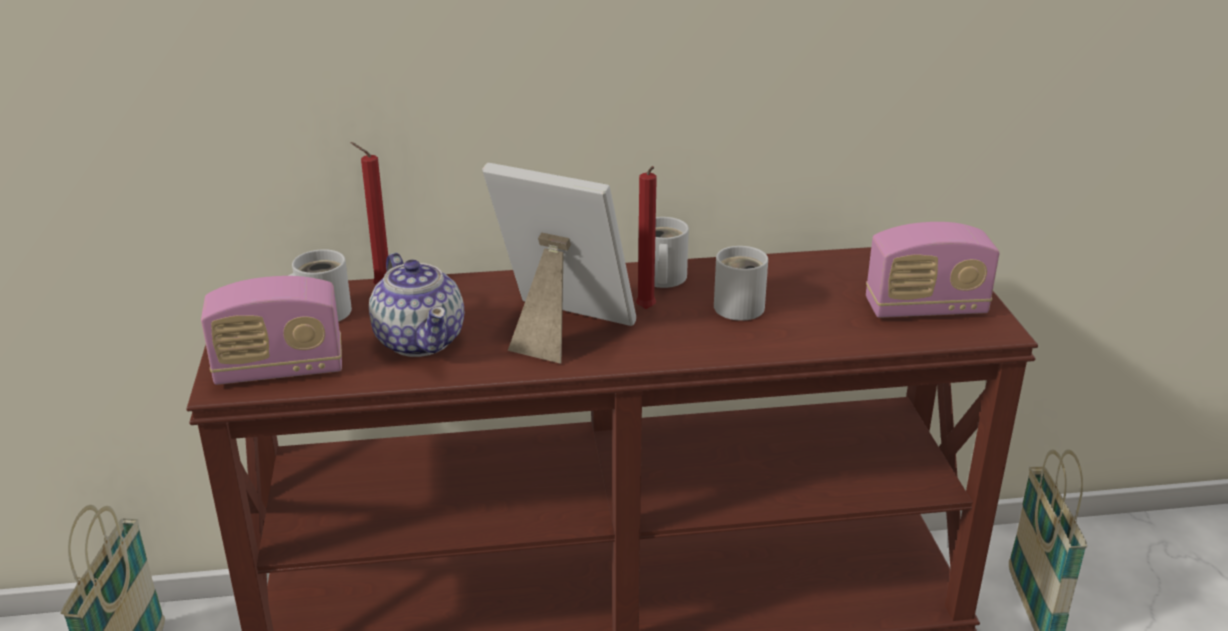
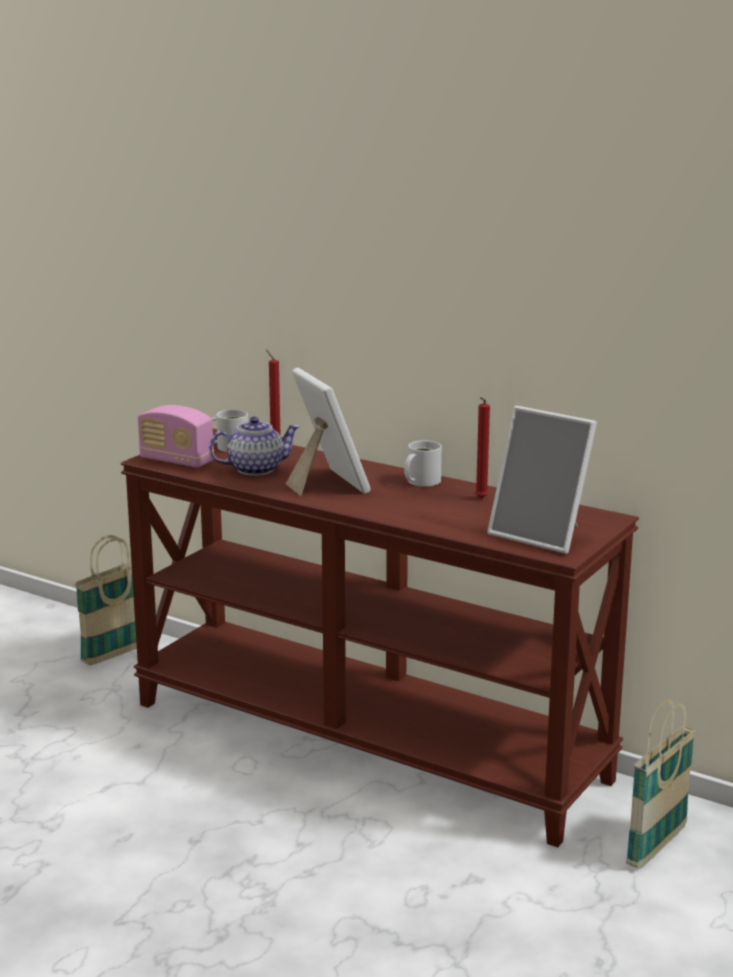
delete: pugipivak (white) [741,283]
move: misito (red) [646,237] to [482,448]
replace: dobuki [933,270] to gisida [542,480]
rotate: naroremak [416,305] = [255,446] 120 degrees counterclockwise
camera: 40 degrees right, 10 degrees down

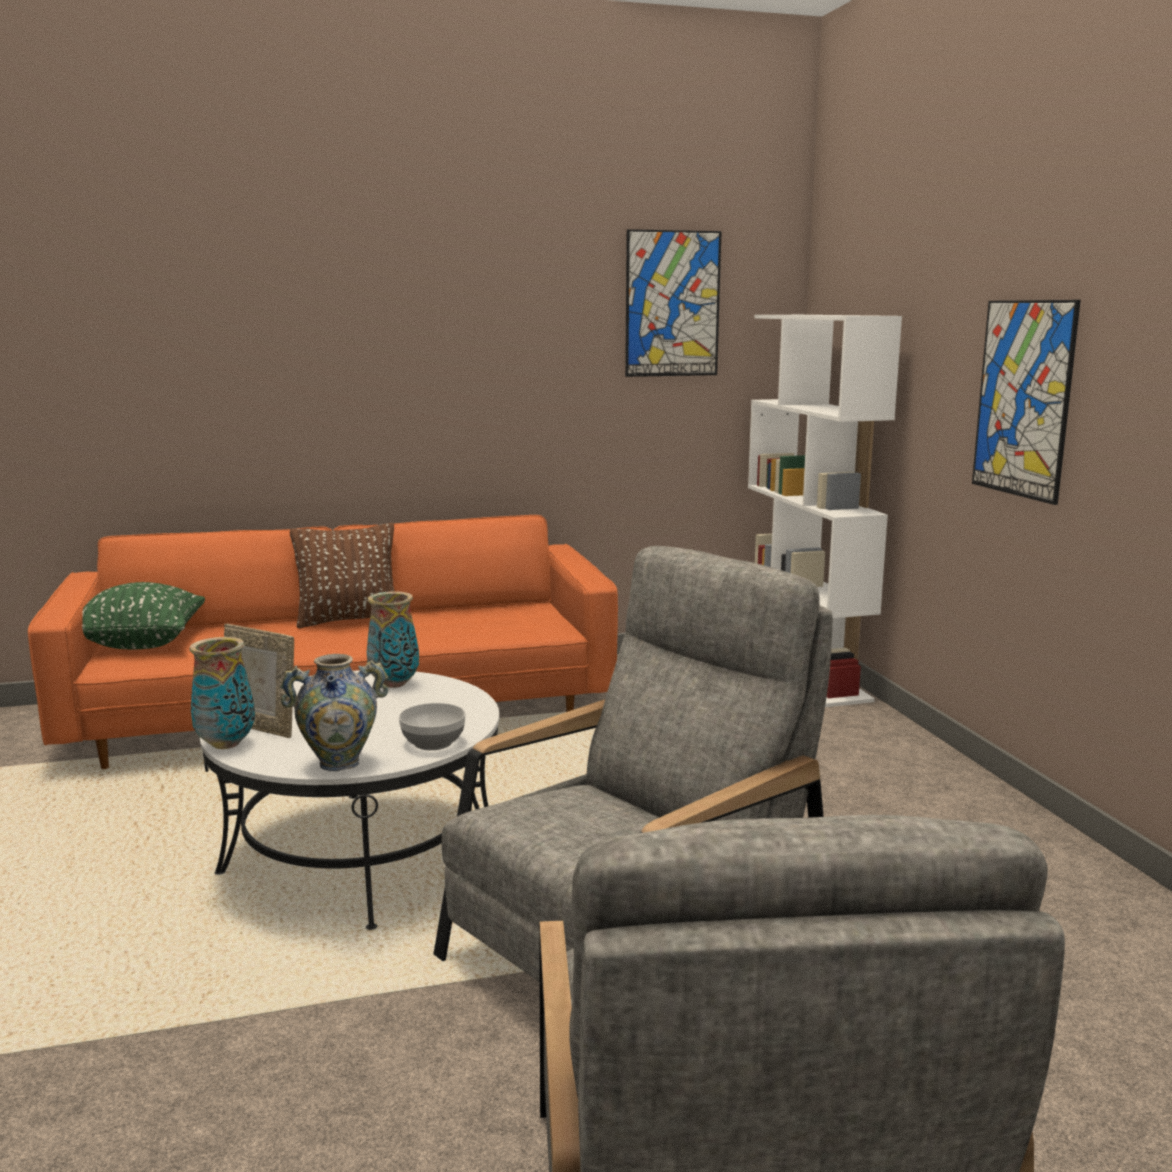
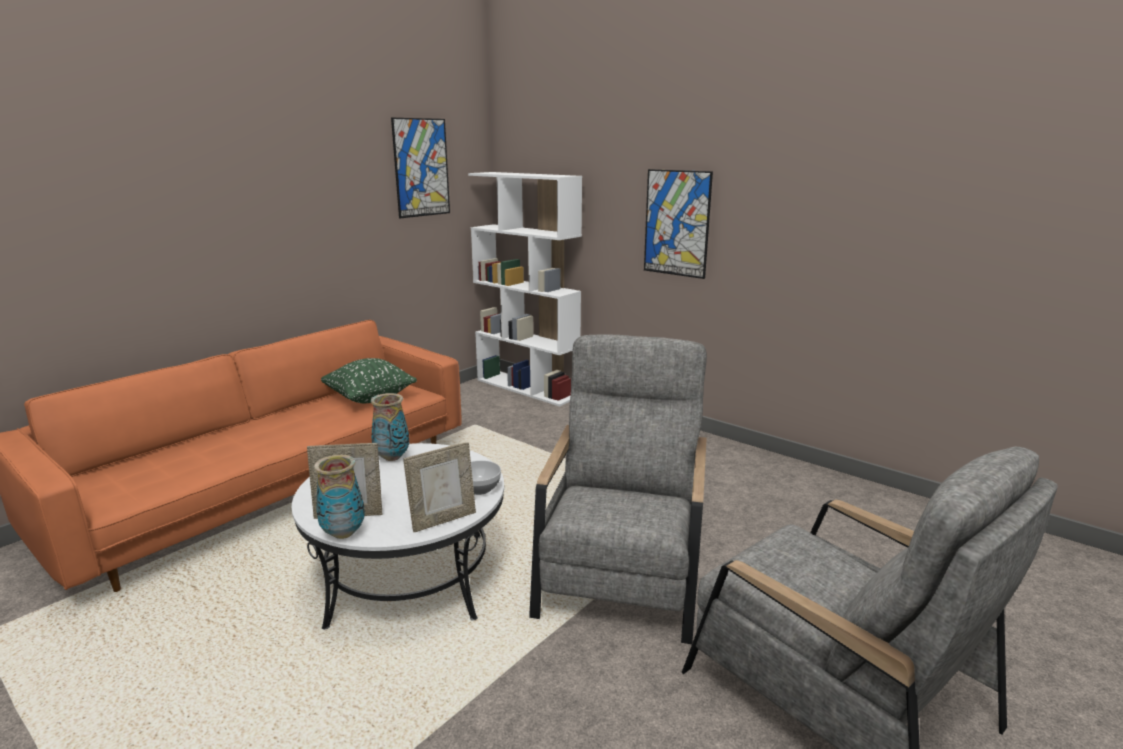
delete: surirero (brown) [342,575]
move: surirero (green) [143,615] to [369,380]
replace: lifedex [334,712] to gisida [439,487]
camera: 35 degrees left, 5 degrees up

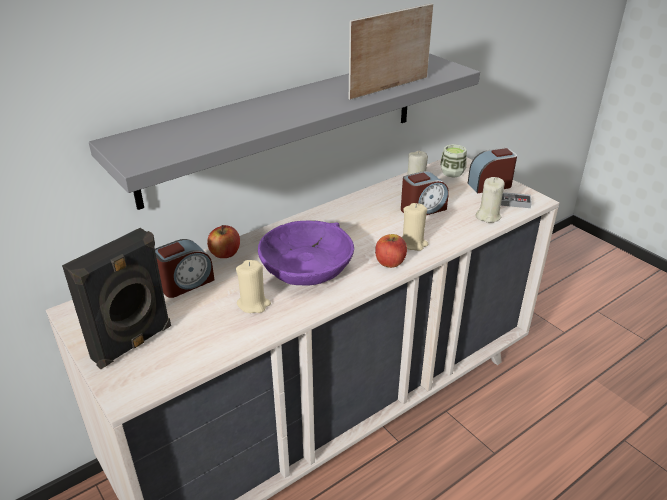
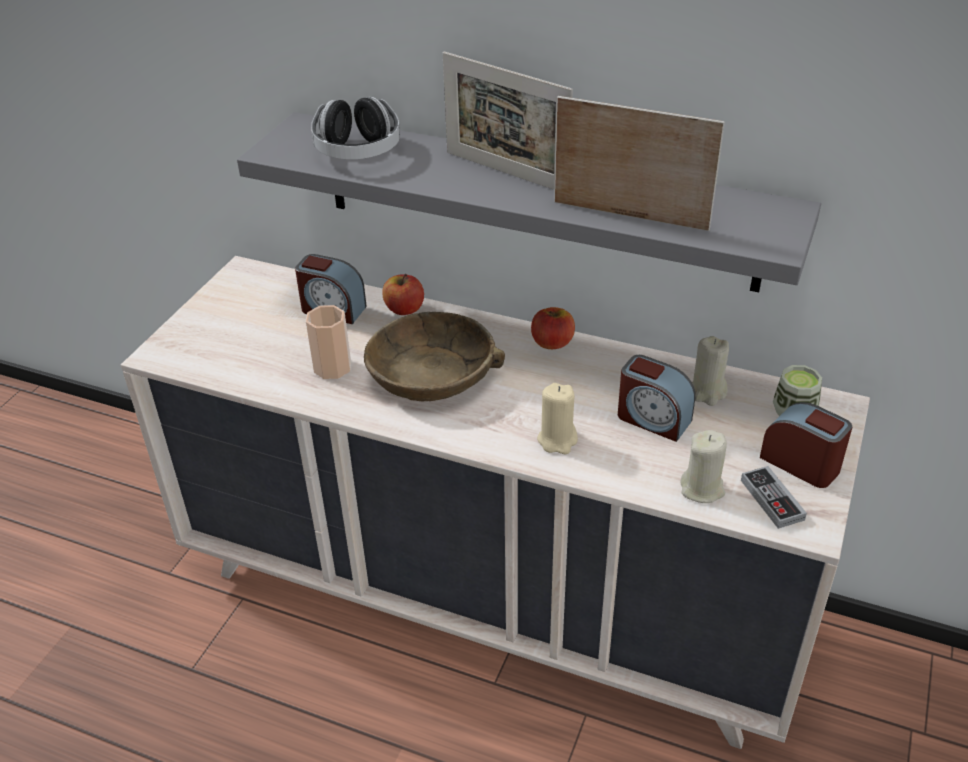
delete: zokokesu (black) [116,298]
insert: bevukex [355,127]; gisida [507,121]
move: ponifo [391,251] to [553,328]
replace: misito (beige) [253,286] to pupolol [328,342]
recolor: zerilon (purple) [306,253] to zerilon (brown) [434,356]
camera: 60 degrees right, 5 degrees up

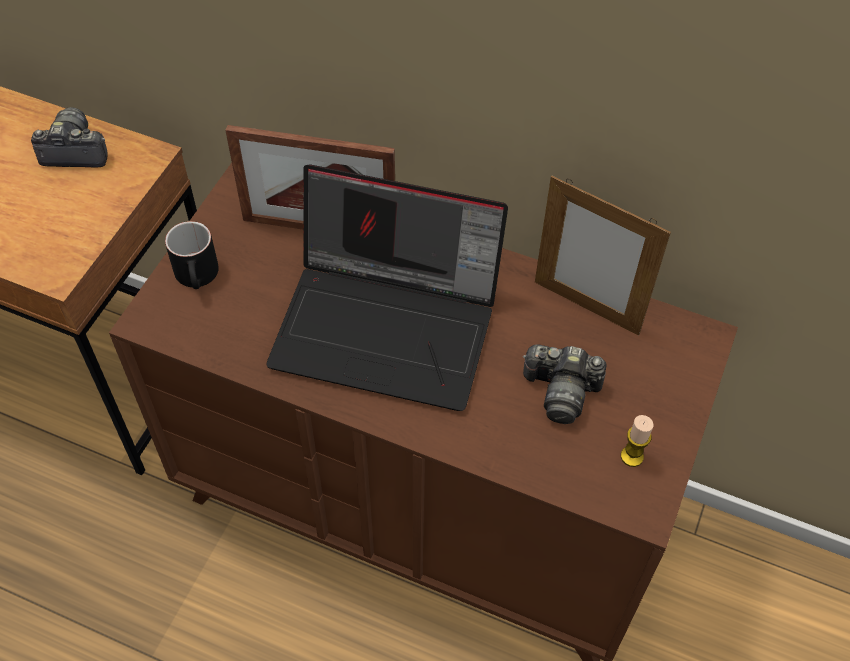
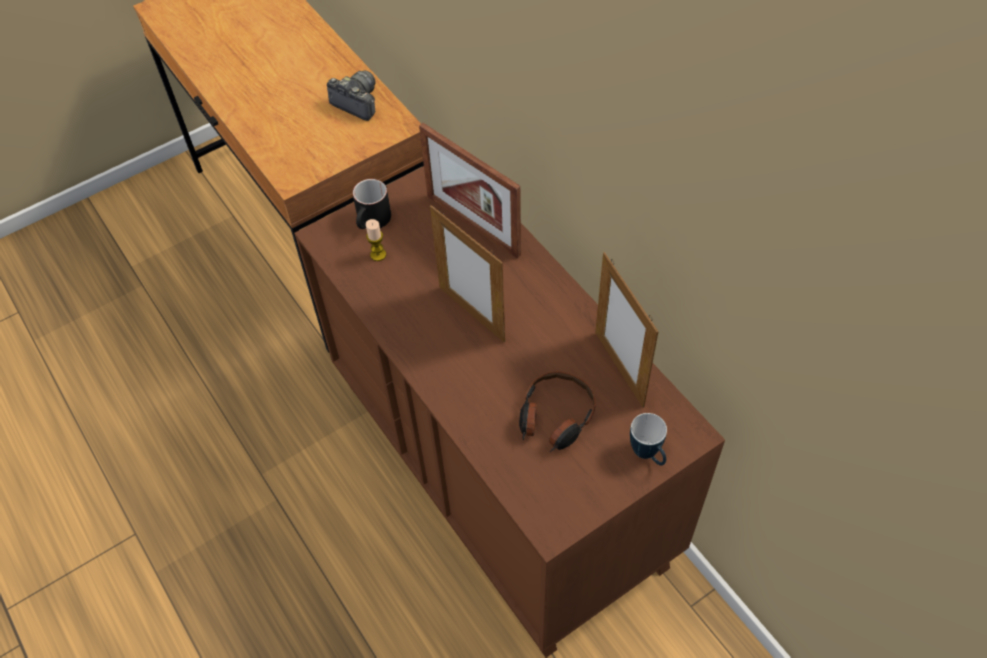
insert: pugipivak [648,439]
move: misito [637,441] to [376,240]
replace: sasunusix [387,287] to gisida [467,273]; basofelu [565,384] to bevukex [557,411]
camera: 35 degrees right, 0 degrees up

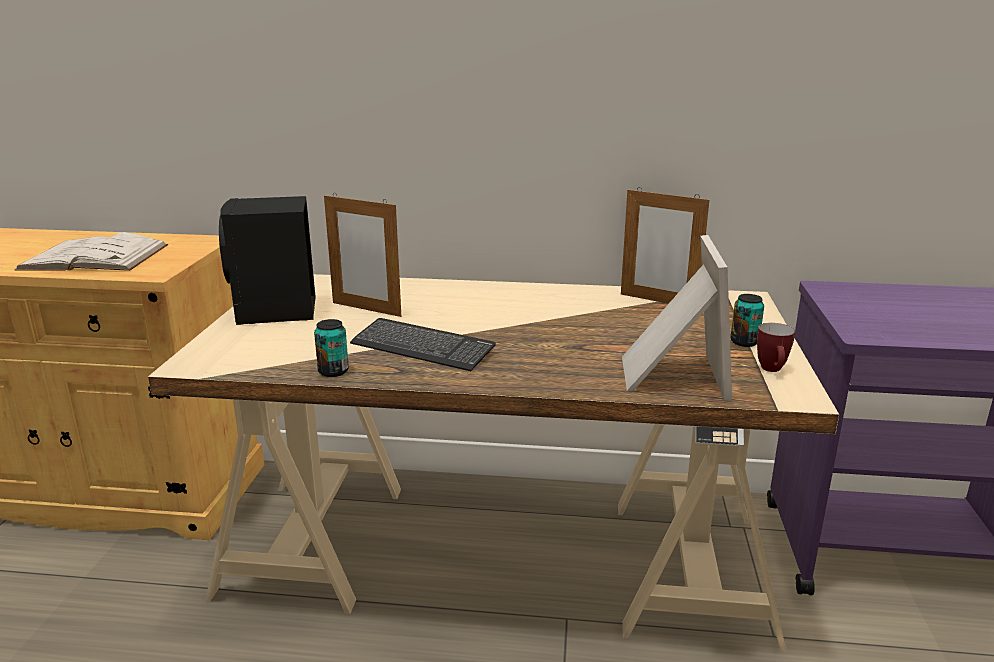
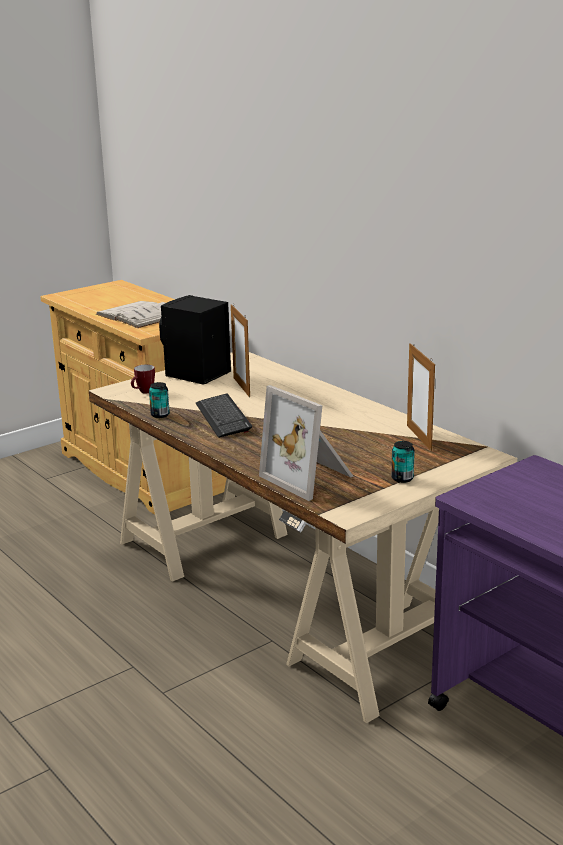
move: pugipivak [776,347] to [143,379]
rotate: gisida [677,318] = [306,443] 90 degrees clockwise
camera: 45 degrees right, 0 degrees up

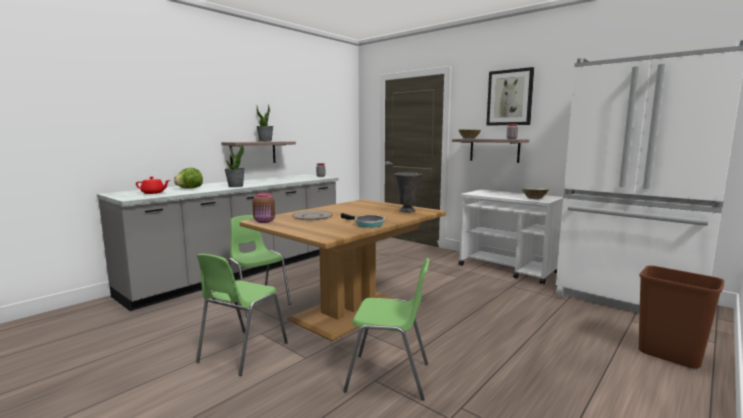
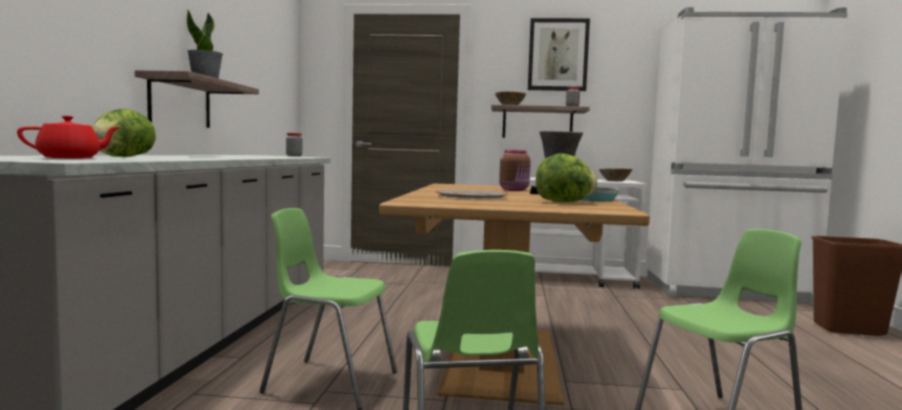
delete: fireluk [234,165]
insert: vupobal [567,177]
move: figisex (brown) [263,207] to [515,170]
camera: 35 degrees left, 5 degrees down

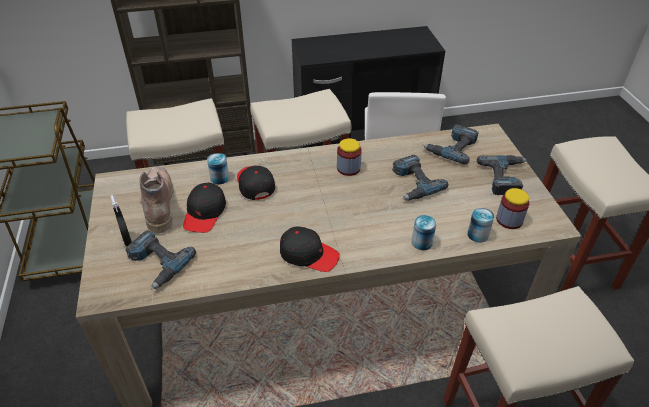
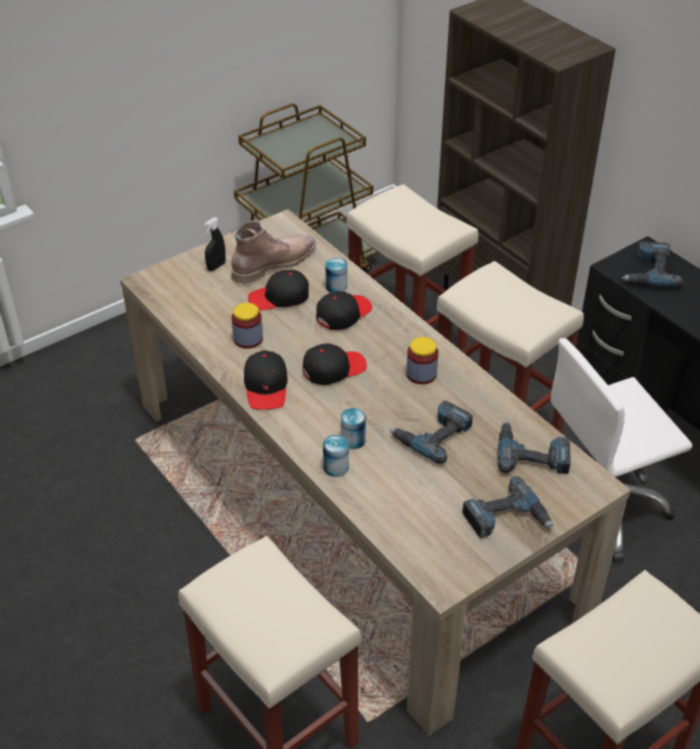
insert: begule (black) [335,364]
move: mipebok [160,259] to [652,264]; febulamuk [480,225] to [353,428]; figisex [512,208] to [247,326]
camera: 65 degrees right, 0 degrees up

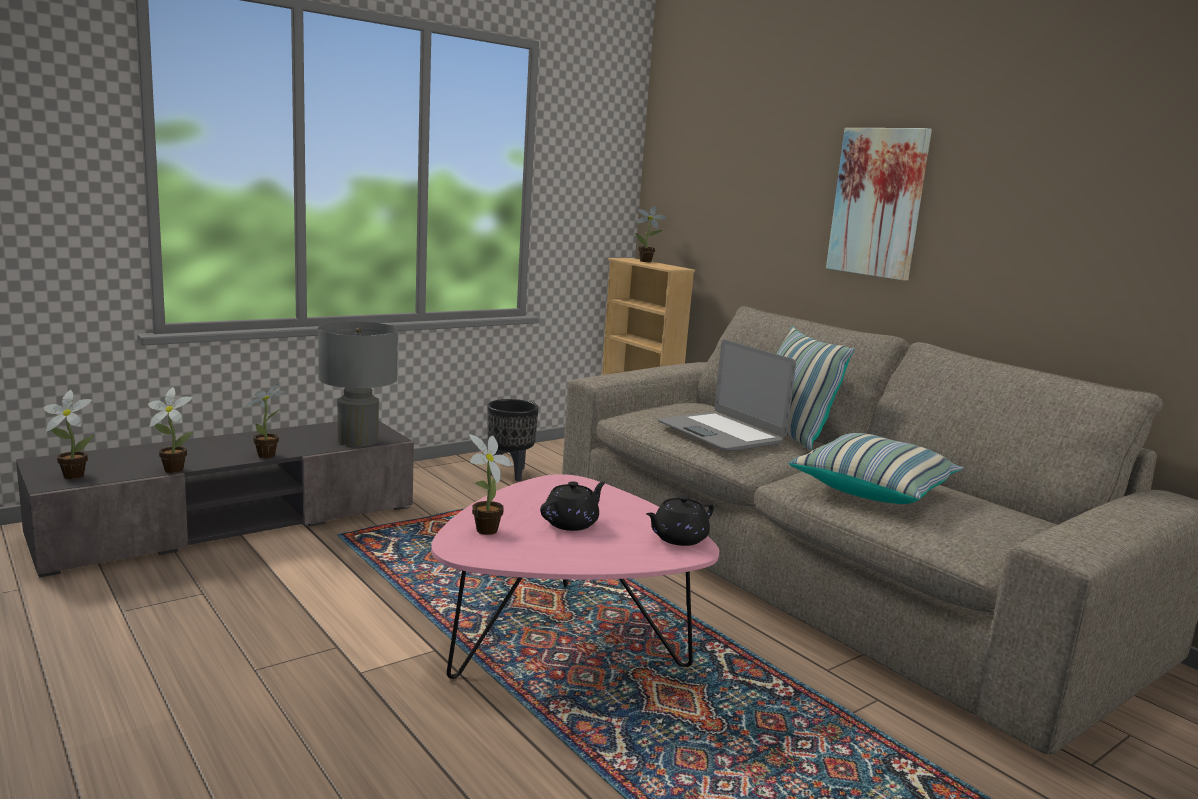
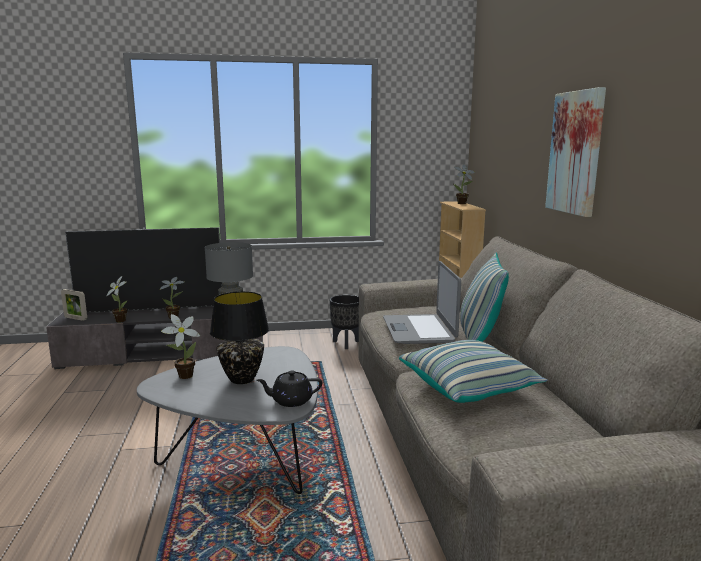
insert: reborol [143,270]
replace: fireluk [69,434] to gisida [74,305]; naroremak (black) [573,506] to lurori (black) [239,337]
recolor: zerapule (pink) [575,576] to zerapule (grey) [227,420]
camera: 30 degrees right, 0 degrees up

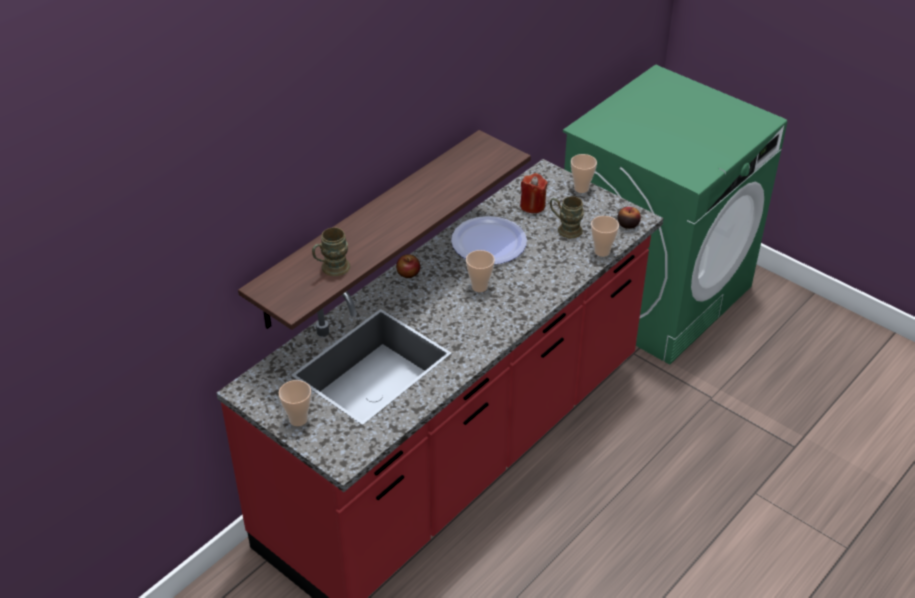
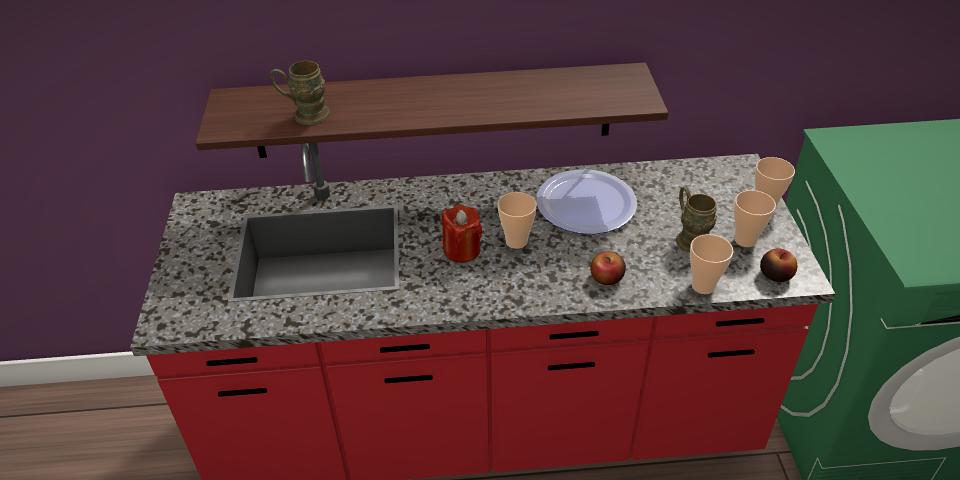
move: pupolol [295,403] to [755,218]; ponifo [408,266] to [608,268]; misito (red) [533,193] to [462,233]
camera: 45 degrees right, 0 degrees up

